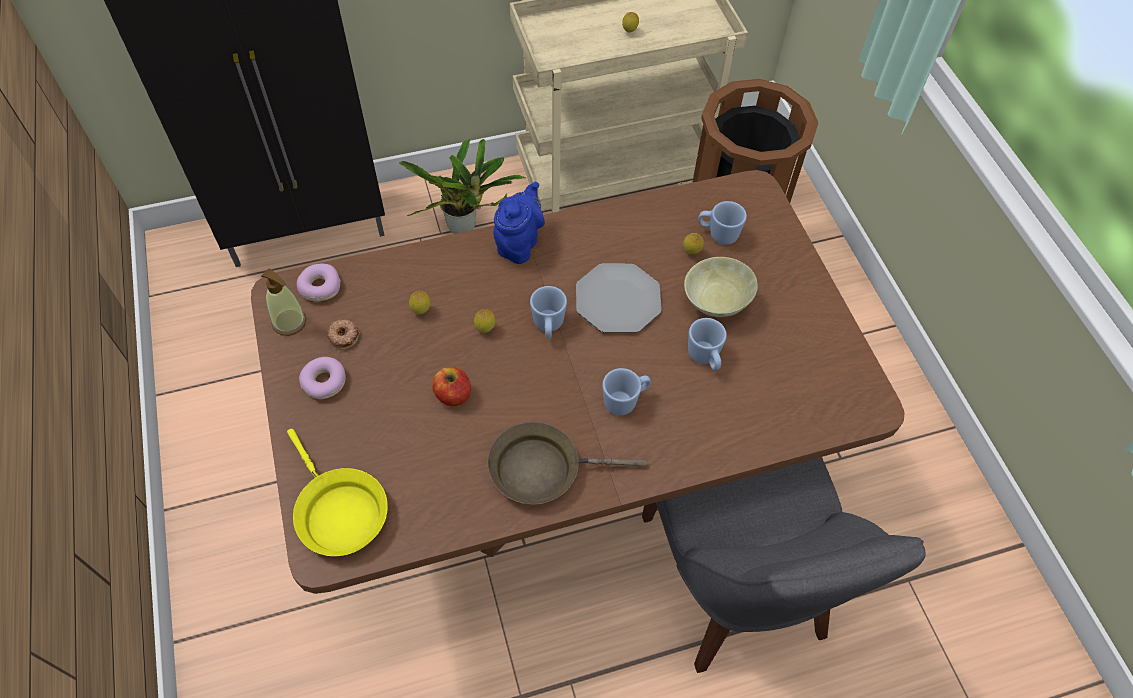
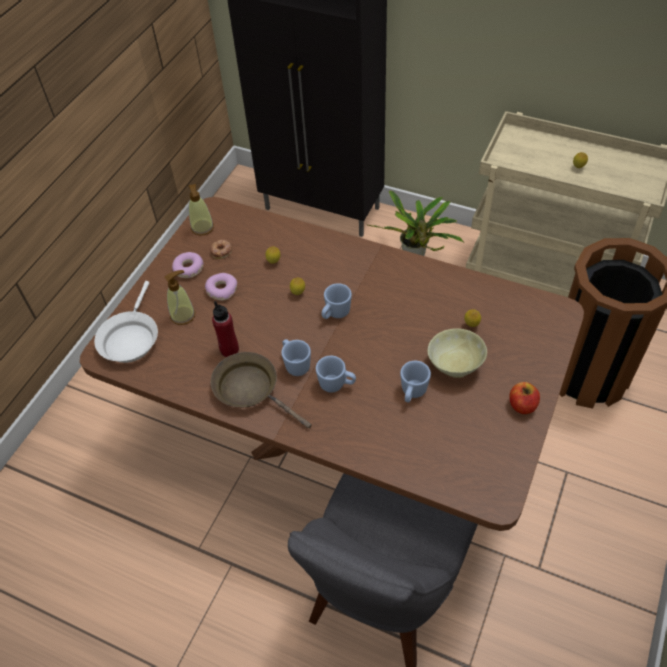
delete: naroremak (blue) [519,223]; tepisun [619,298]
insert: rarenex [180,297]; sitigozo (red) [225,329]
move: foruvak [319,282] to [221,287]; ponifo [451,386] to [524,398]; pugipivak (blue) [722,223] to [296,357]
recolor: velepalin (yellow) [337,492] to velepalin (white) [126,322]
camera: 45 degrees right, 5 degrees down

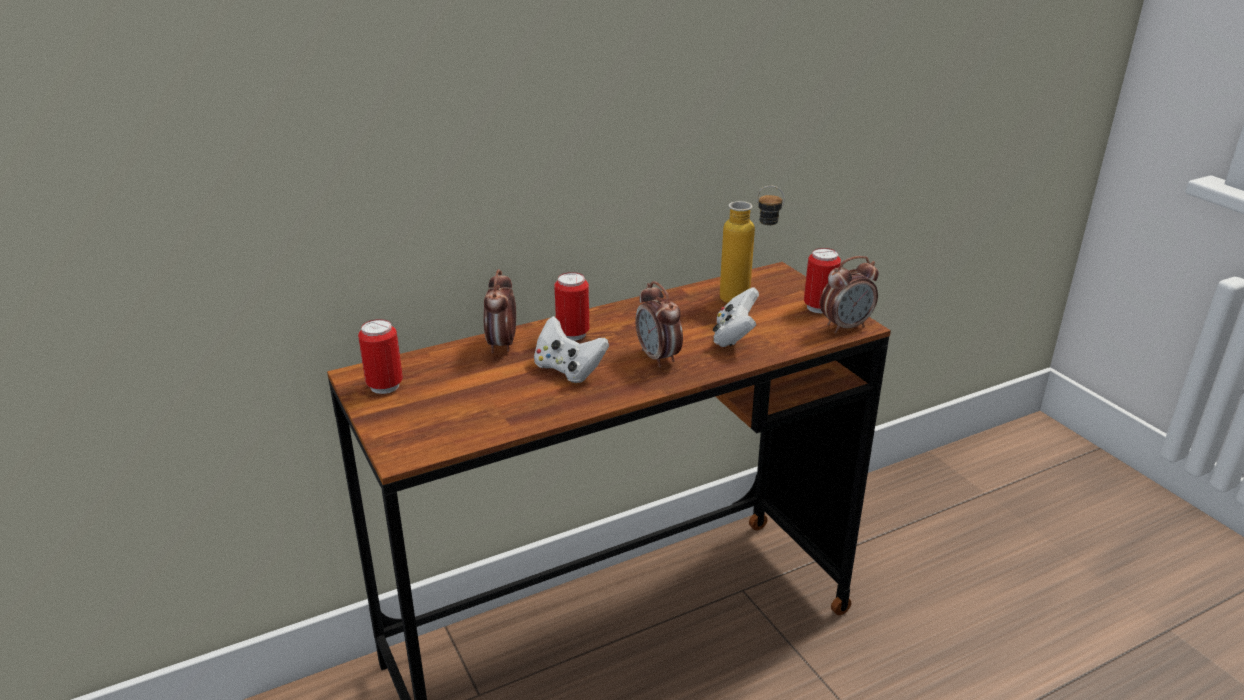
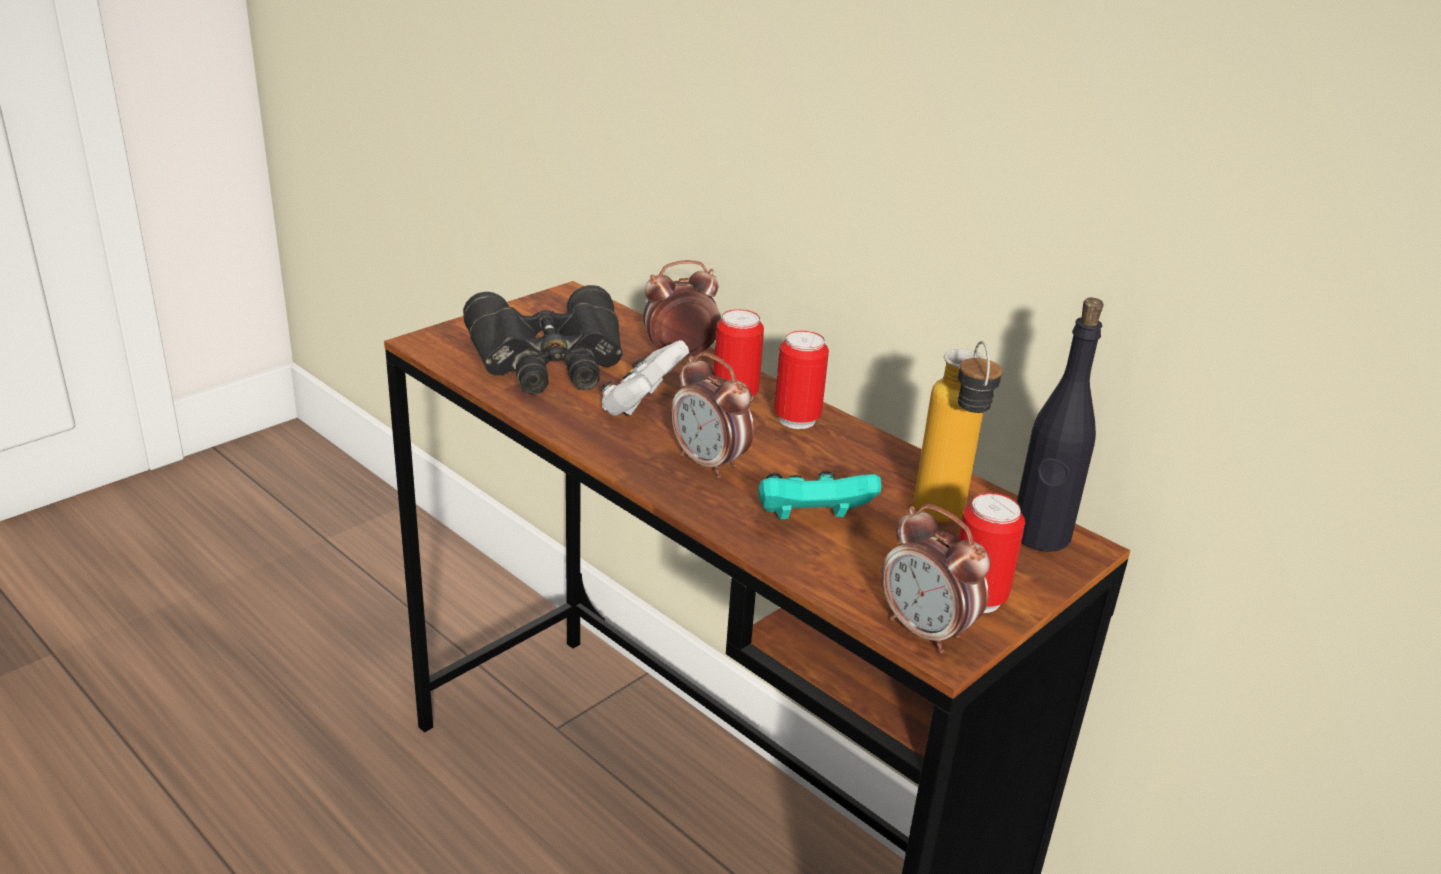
insert: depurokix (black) [543,340]; sitigozo (black) [1060,425]
move: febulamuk [380,356] to [801,380]
recolor: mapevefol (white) [736,317] to mapevefol (turquoise) [819,495]
rotate: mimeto [659,324] = [712,415] 90 degrees counterclockwise
camera: 70 degrees right, 0 degrees up

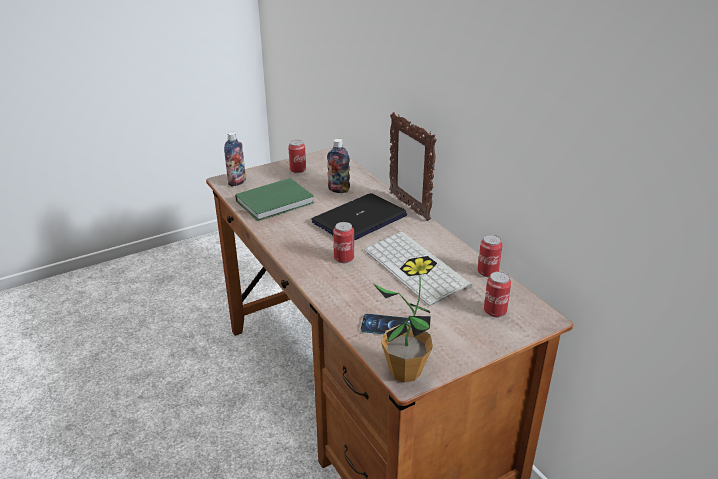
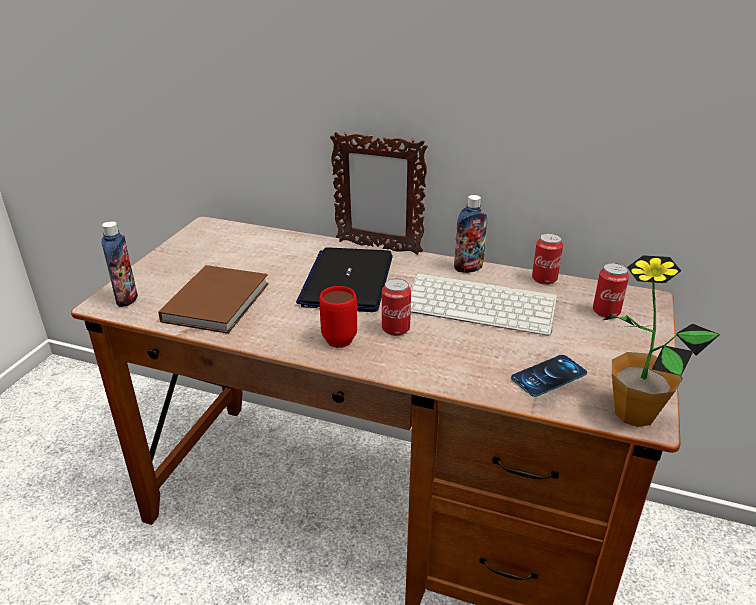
delete: febulamuk [297,156]
insert: pugipivak (red) [338,317]
move: sitigozo [338,166] to [471,234]
recolor: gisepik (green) [274,199] to gisepik (brown) [213,299]
camera: 40 degrees left, 0 degrees up

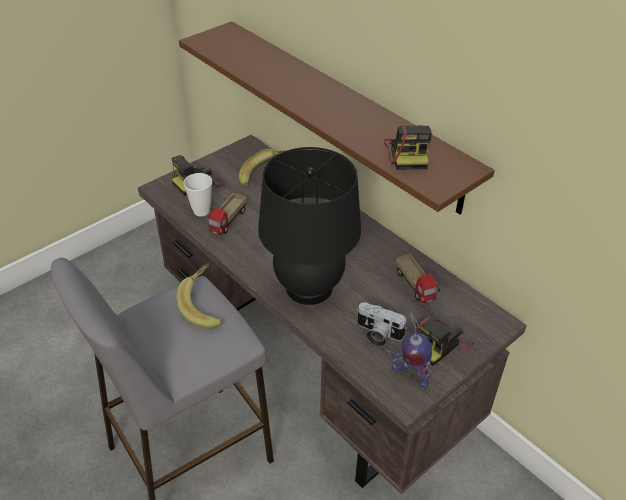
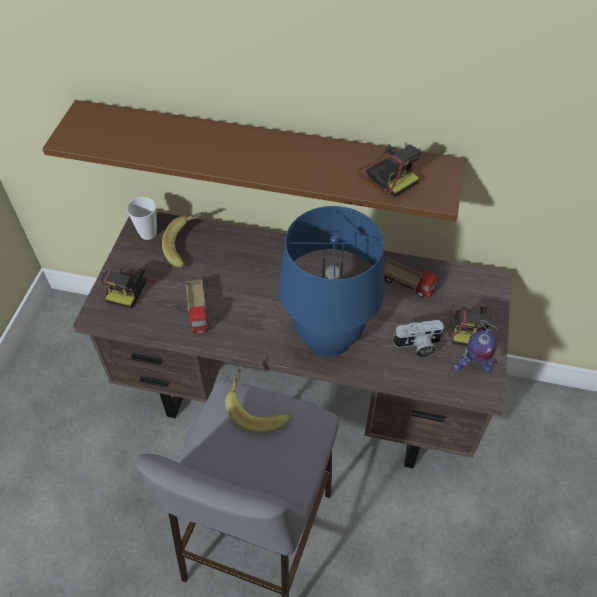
move: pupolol [197,194] to [142,218]
recolor: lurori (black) [309,226] to lurori (blue) [332,281]
camera: 35 degrees left, 10 degrees up

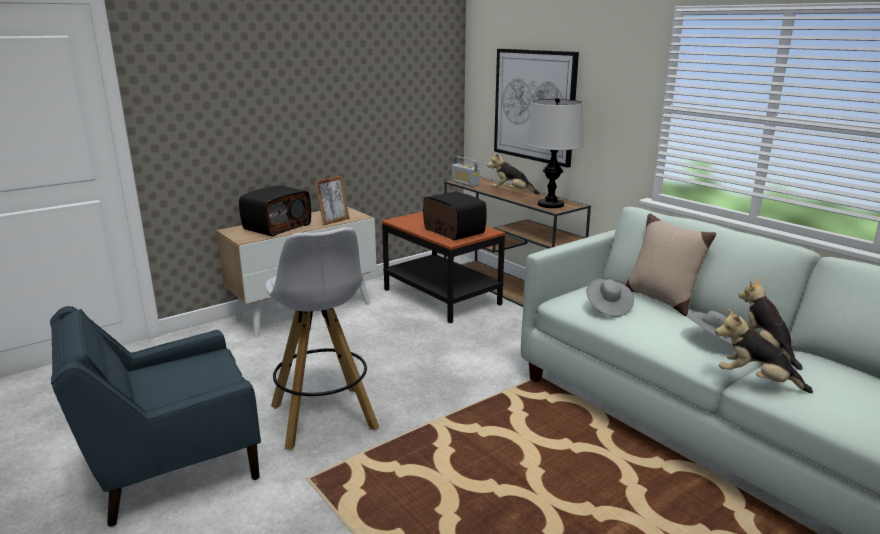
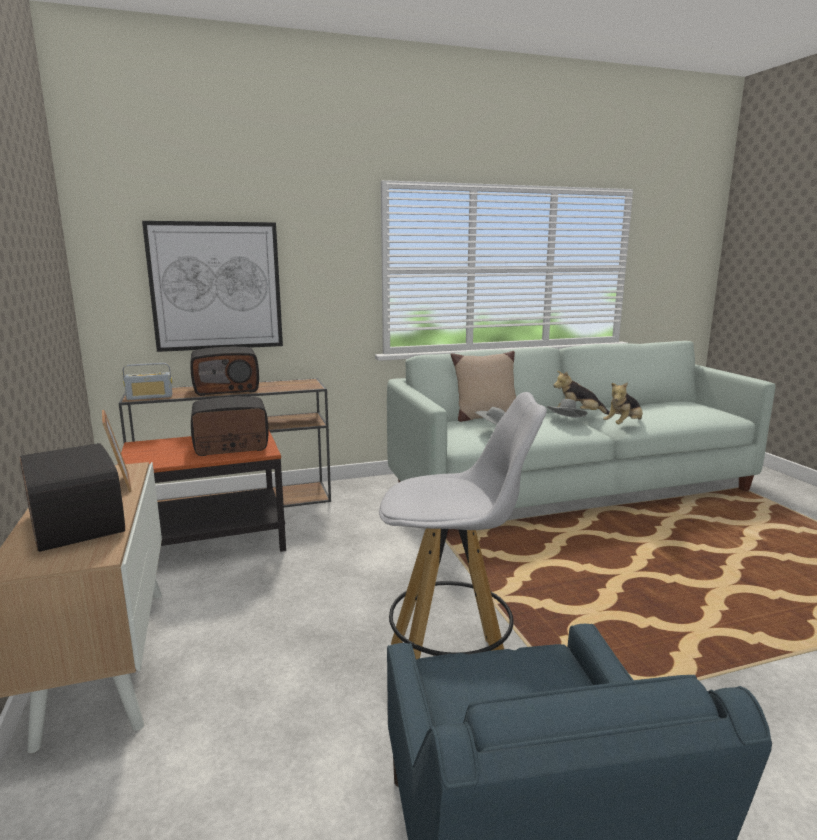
delete: lurori [555,153]
replace: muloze [513,173] to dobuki [224,371]
camera: 70 degrees left, 5 degrees down

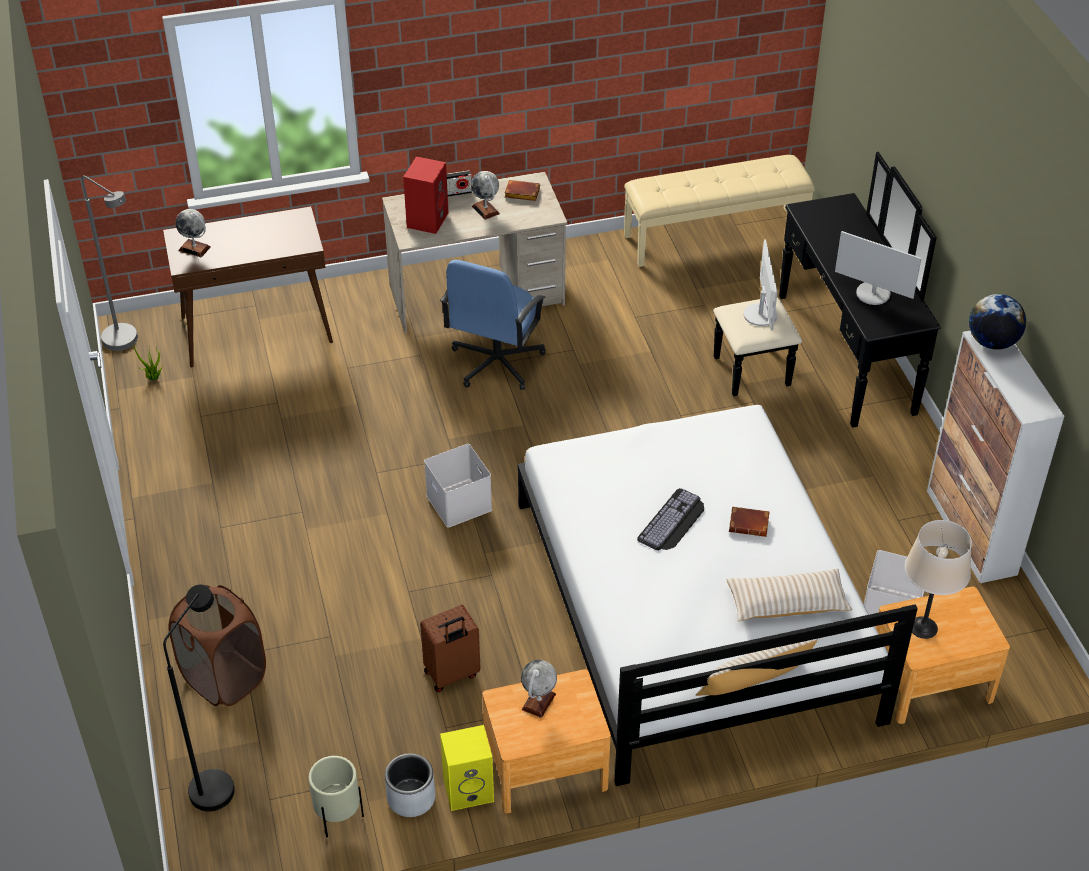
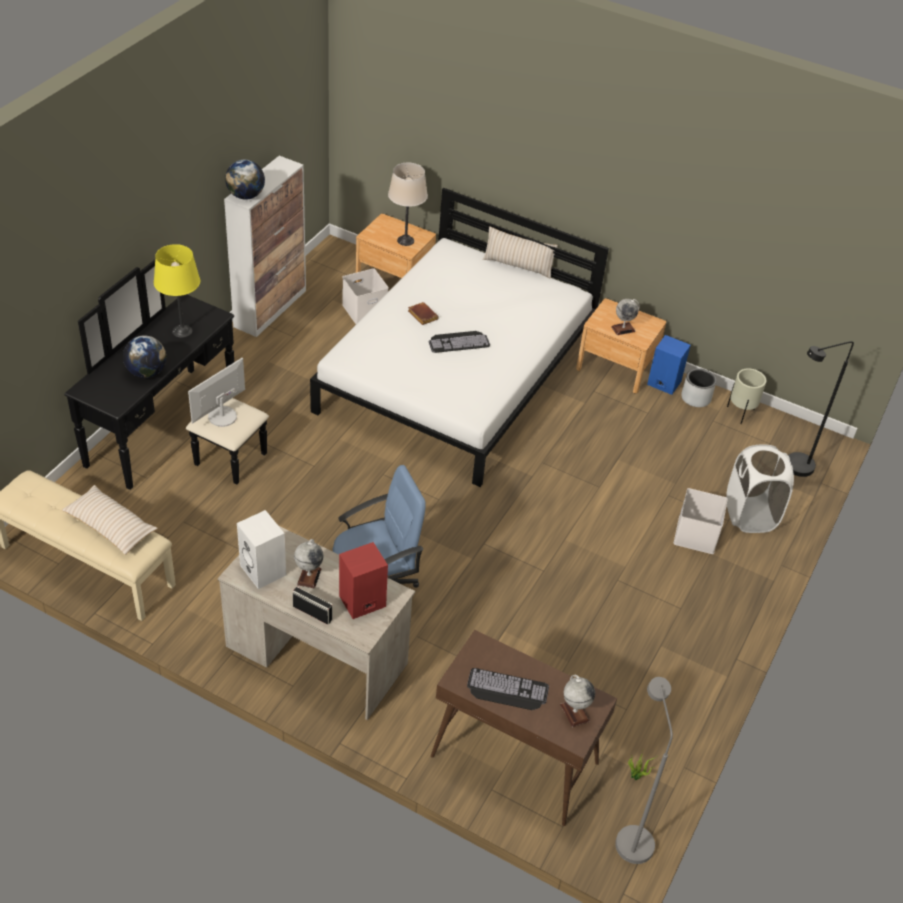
delete: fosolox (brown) [450,648]
insert: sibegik [144,357]; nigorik [508,689]
move: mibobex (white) [458,486] to [701,521]; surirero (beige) [789,595] to [110,520]
replace: gisepik (brown) [522,190] to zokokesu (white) [261,549]; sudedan [878,268] to lurori (yellow) [177,291]
recolor: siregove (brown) [217,645] to siregove (white) [760,489]; zokokesu (yellow) [467,768] to zokokesu (blue) [669,365]
camera: 140 degrees left, 0 degrees up

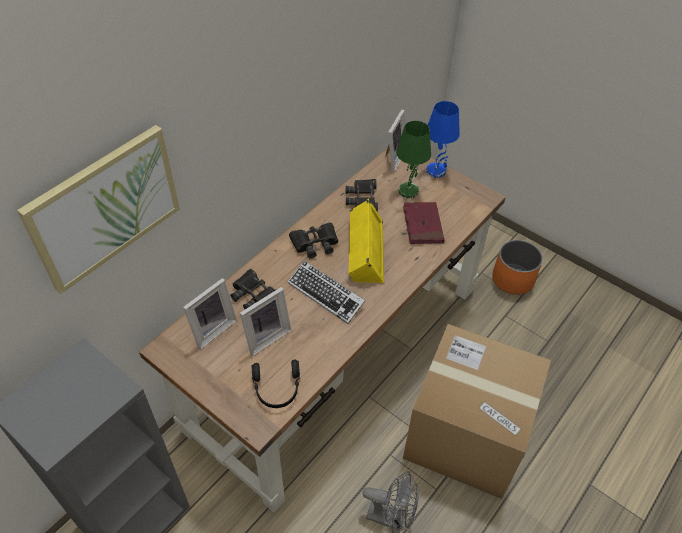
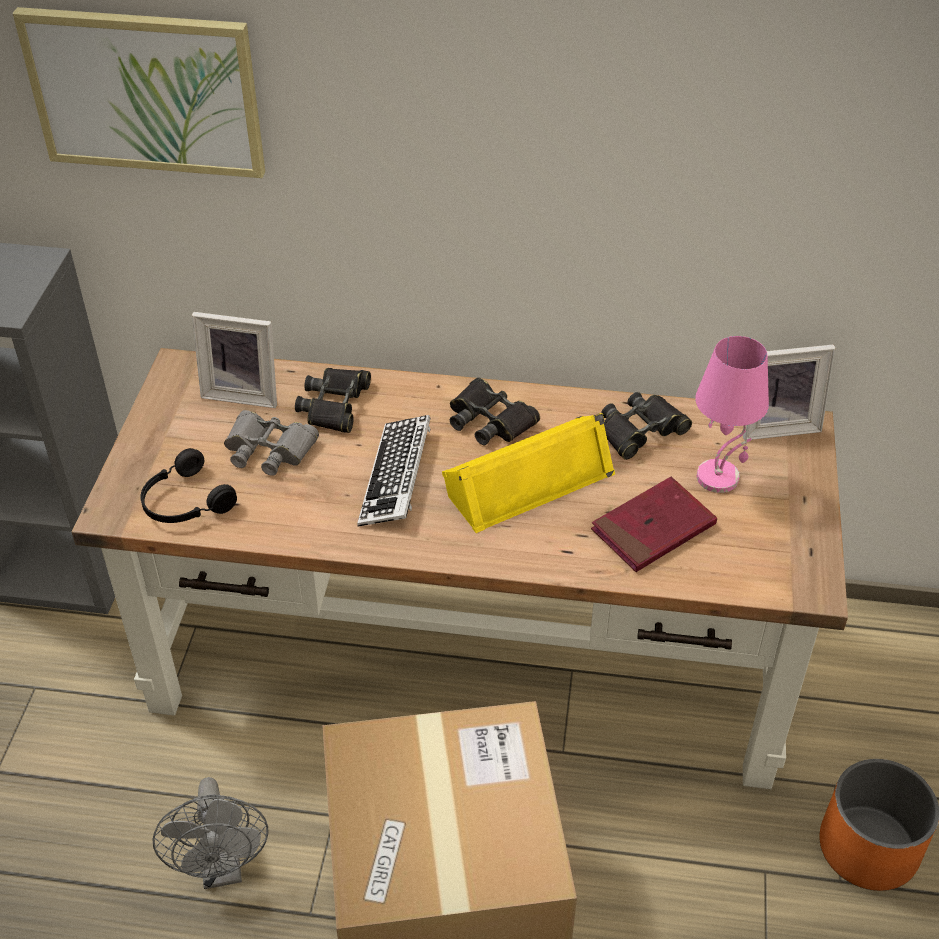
delete: lurori (blue) [443,139]
replace: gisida [265,321] to depurokix (grey) [271,443]
recolor: lurori (green) [413,159] to lurori (pink) [732,414]
camera: 60 degrees right, 5 degrees down

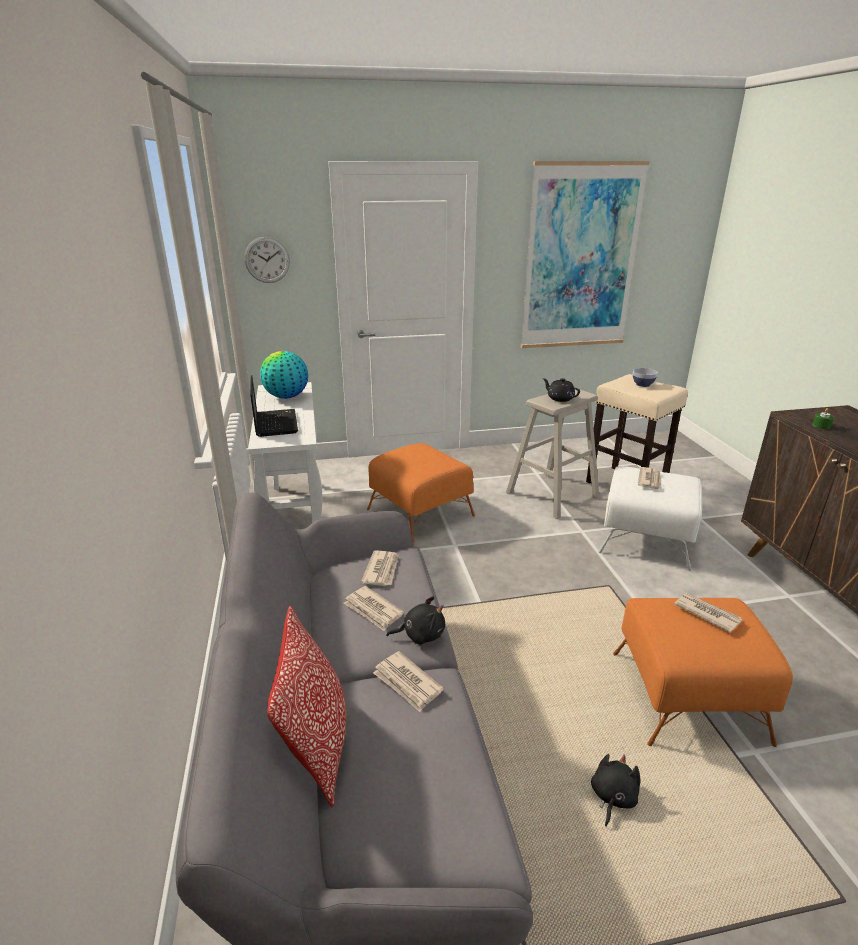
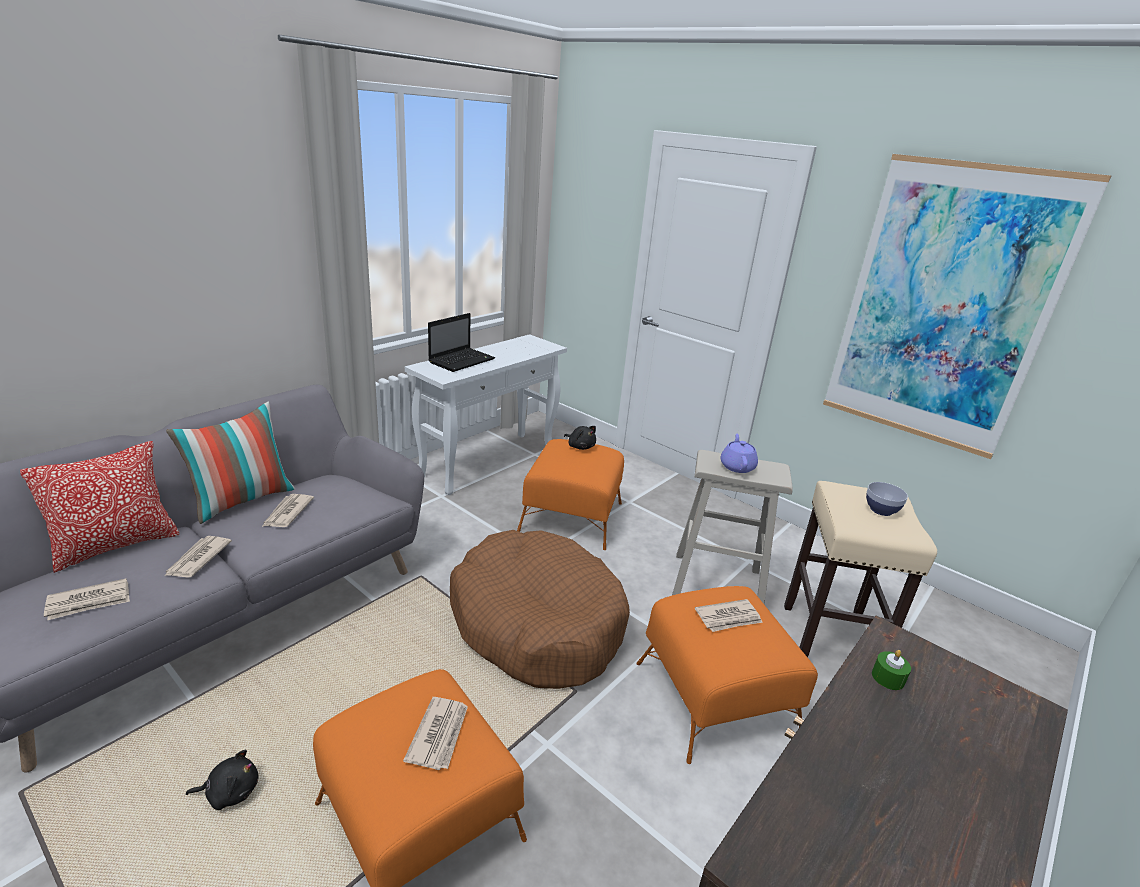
delete: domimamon [267,260]; sibegik [284,375]
insert: surirero [230,463]; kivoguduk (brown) [540,609]
move: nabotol [379,568] to [87,599]; muloze (black) [415,620] to [580,438]
recolor: naroremak (black) [561,390] to naroremak (purple) [739,453]; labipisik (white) [650,518] to labipisik (orange) [727,675]
camera: 50 degrees right, 0 degrees up

